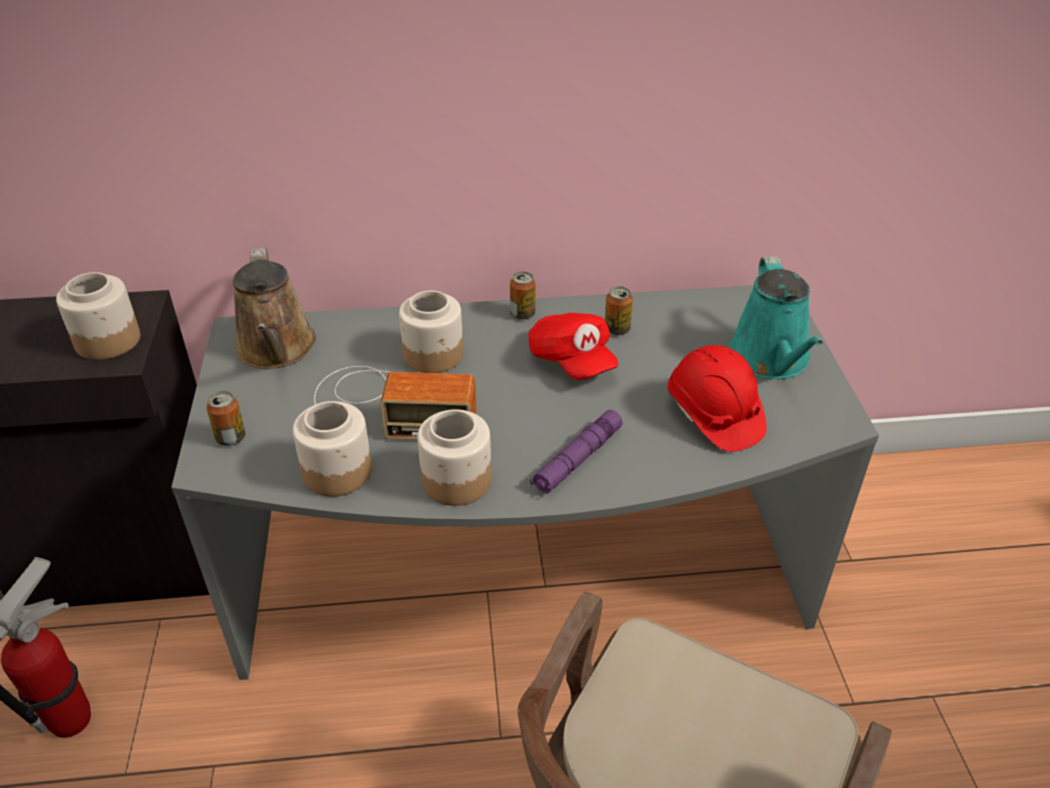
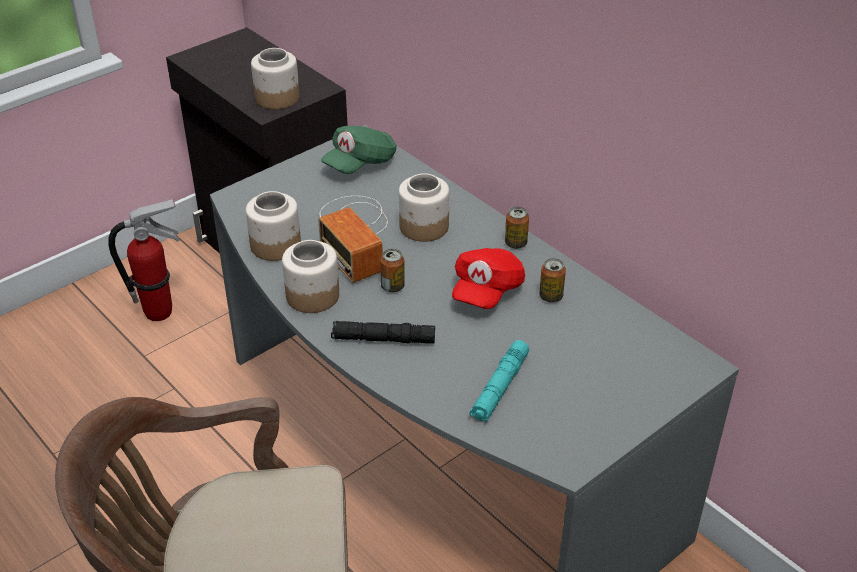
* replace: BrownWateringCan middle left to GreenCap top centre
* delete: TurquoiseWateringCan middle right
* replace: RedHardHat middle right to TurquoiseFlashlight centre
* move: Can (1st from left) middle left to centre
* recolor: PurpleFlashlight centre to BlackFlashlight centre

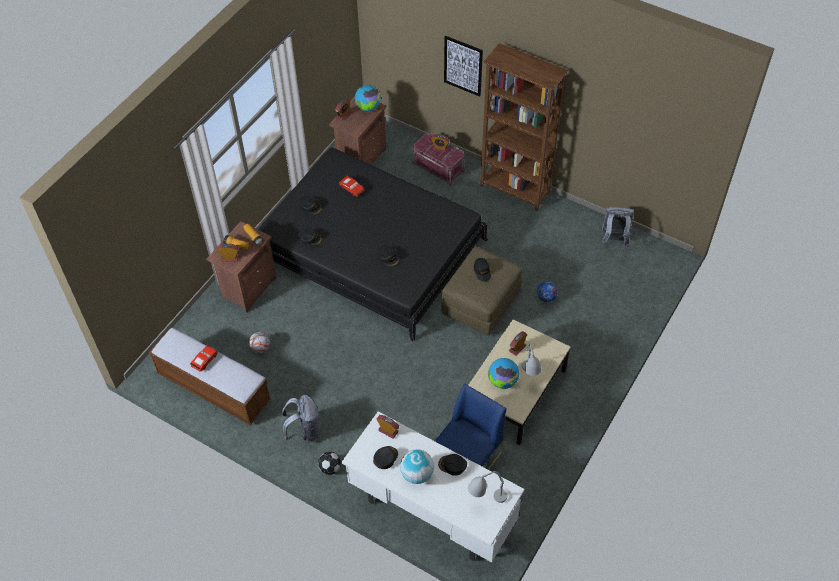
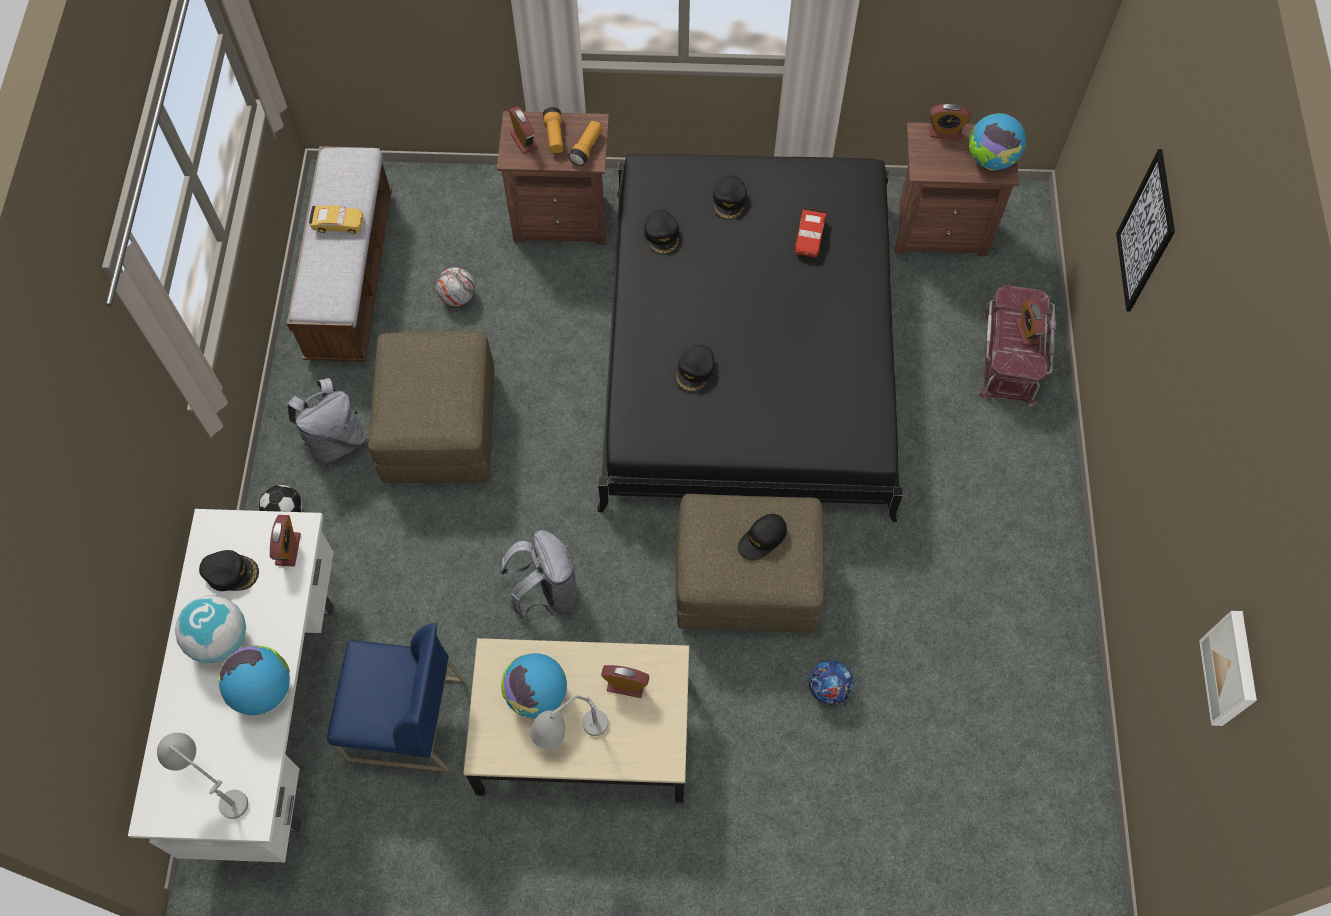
* delete: BrownBookcase top centre
* move: GreyBackpack (2nd from left) middle right to centre
* recolor: RedToyCar (1st from left) middle left to YellowToyCar top left
* replace: BlackCap (5th from left) bottom centre to Globe (2nd from left) bottom left
* insert: BrownOttoman (1st from left) middle left
* insert: Picture (2nd from left) bottom right

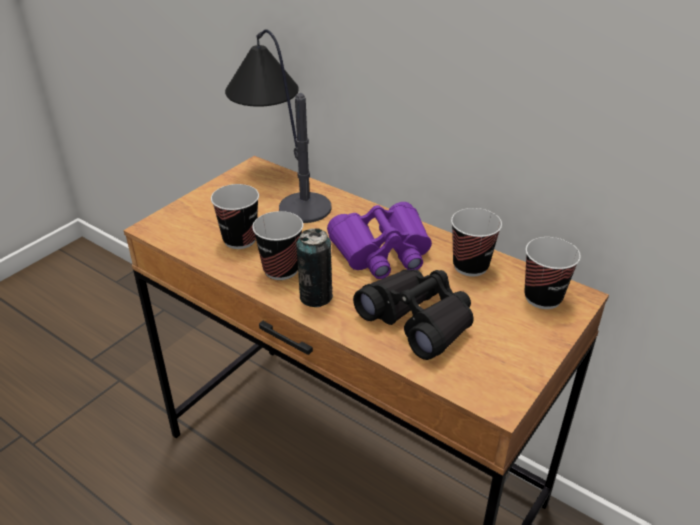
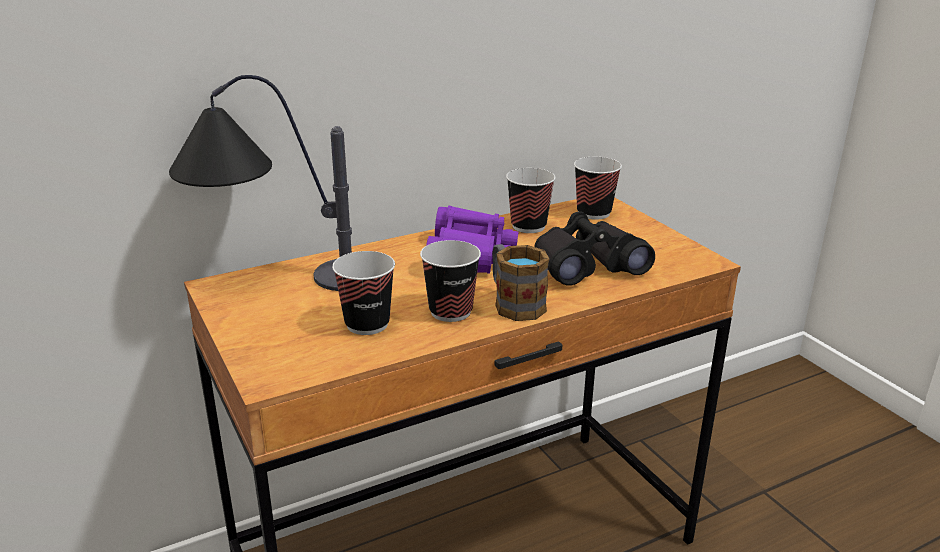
* replace: Can centre to Mug centre

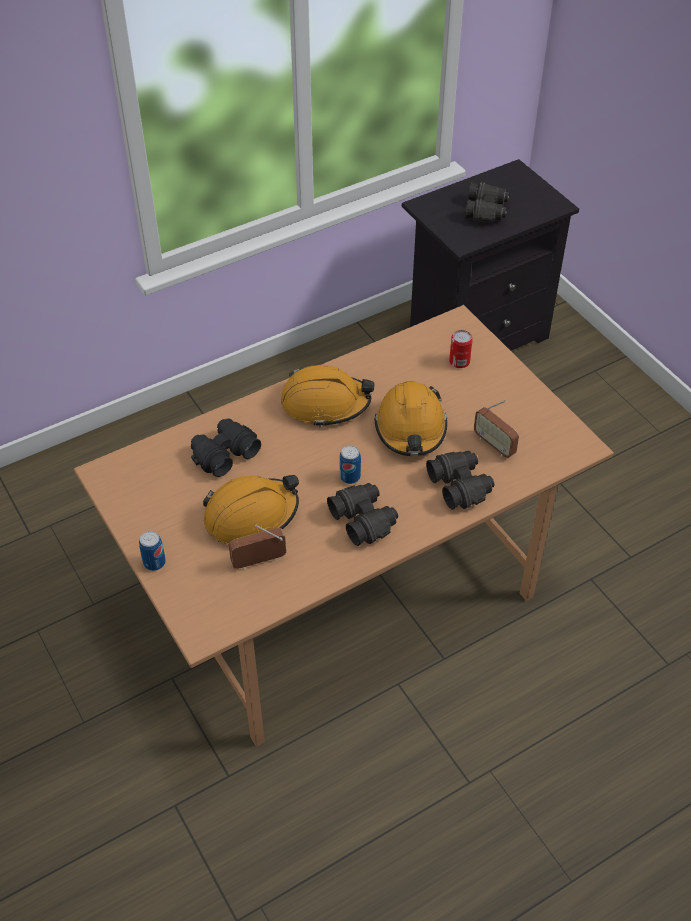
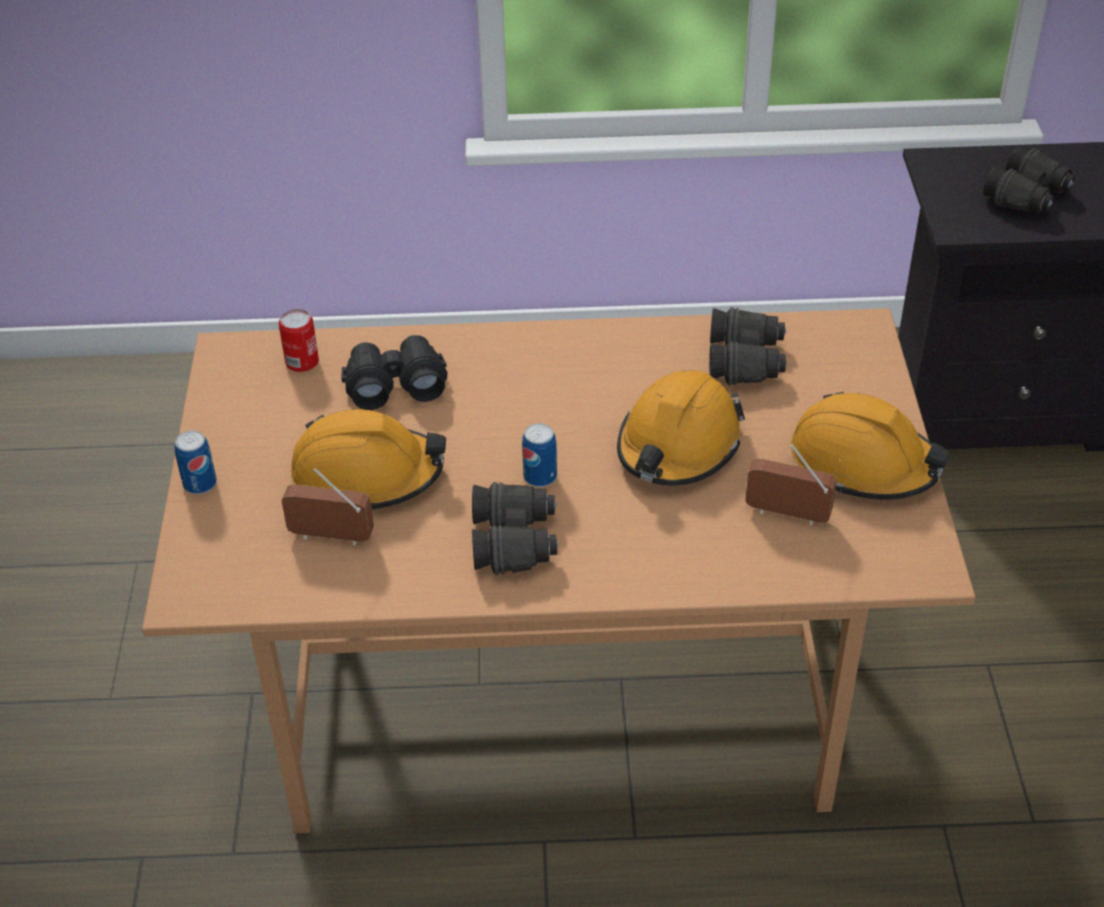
* move: Can (3rd from left in the first image) middle right to Can (2nd from left) middle left
* move: OrangeHardHat (2nd from left in the first image) centre to OrangeHardHat (3rd from left) middle right
* rotate: Radio (2nd from left) middle right = middle right 120 degrees clockwise
* move: BlackBinoculars (3rd from left) centre to middle right

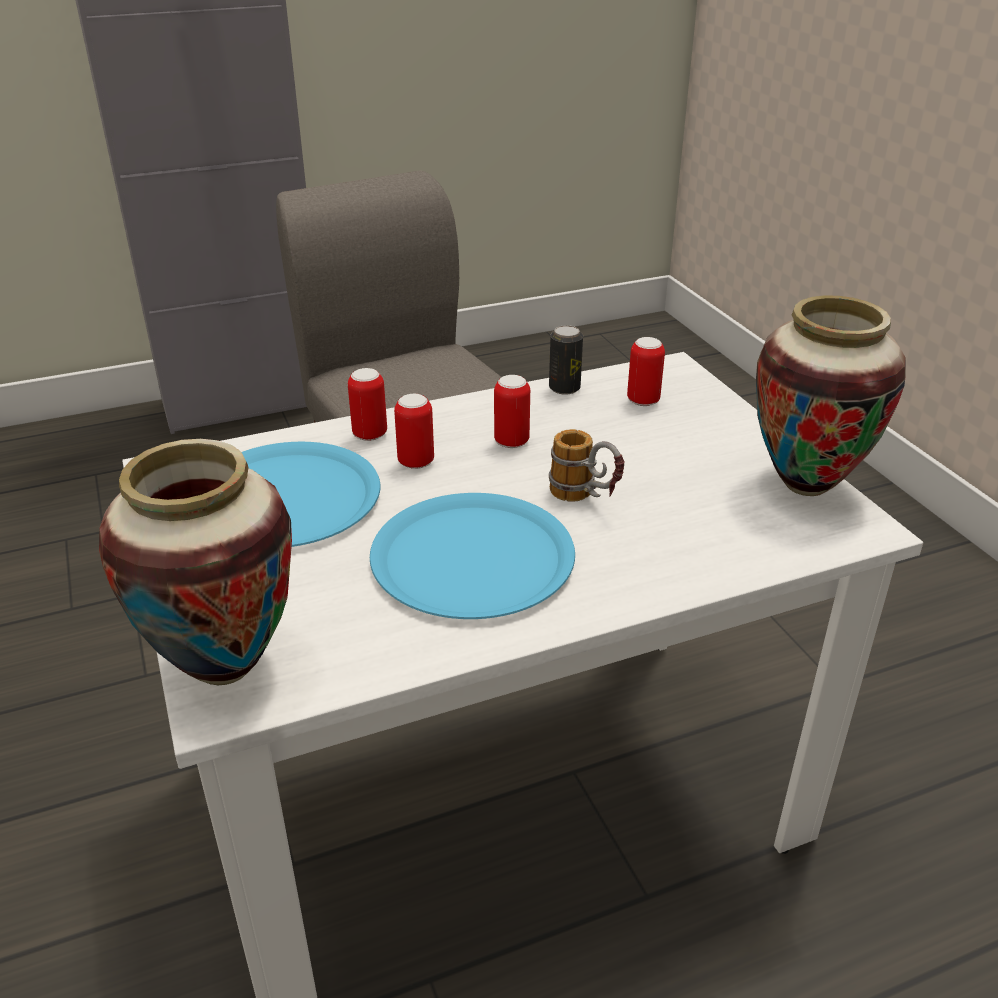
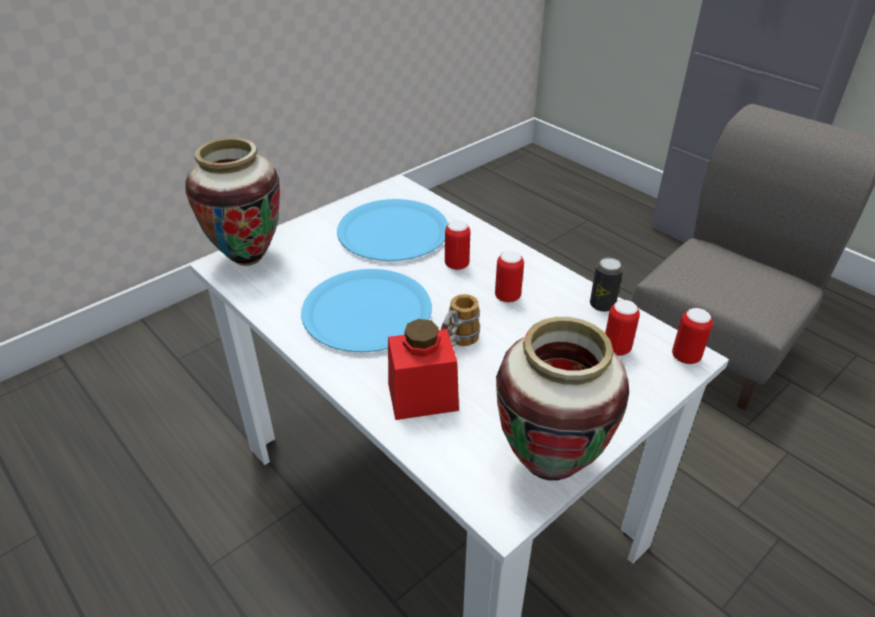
* move: Can (1st from left in the first image) centre to Can (5th from left) middle right
* insert: RedJar centre

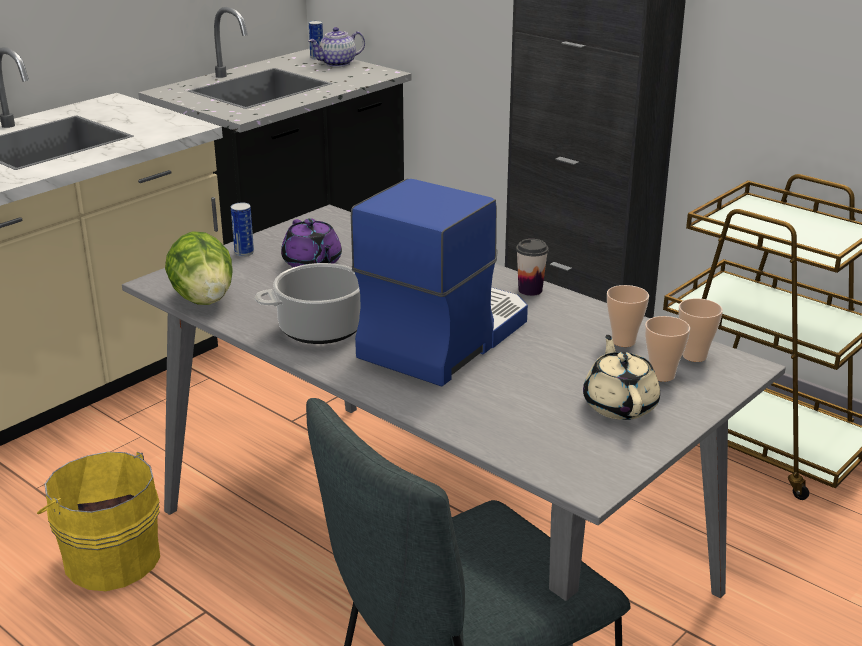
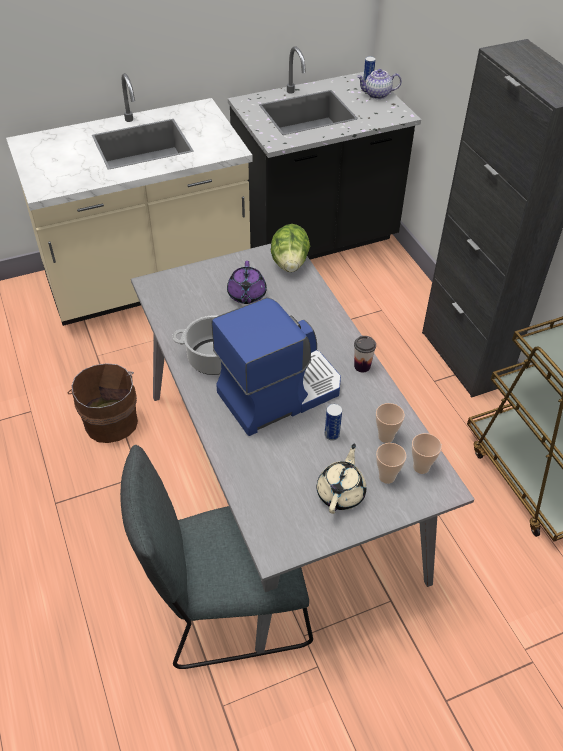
* move: Can (1st from left) middle left to centre
* move: Lettuce middle left to top centre
* recolor: YellowBucket bottom left to BrownBucket middle left

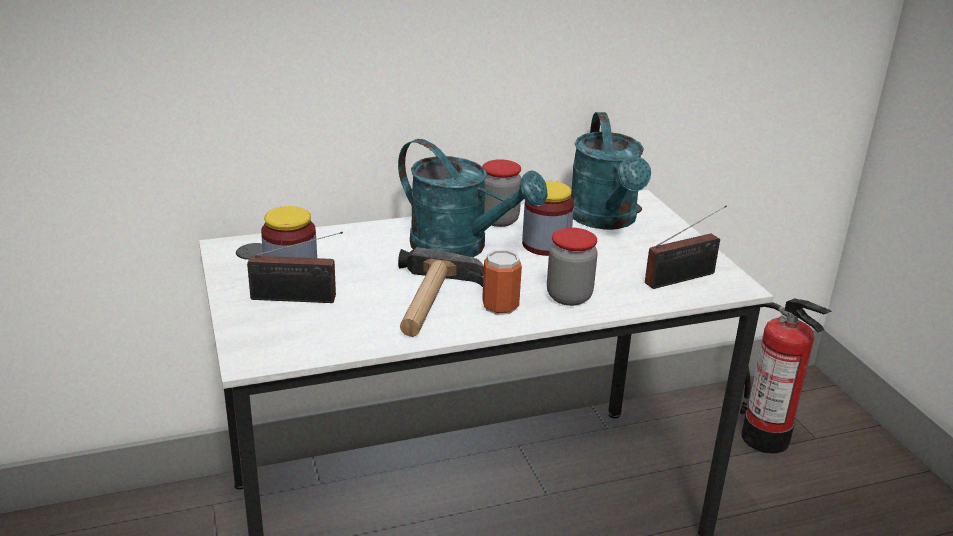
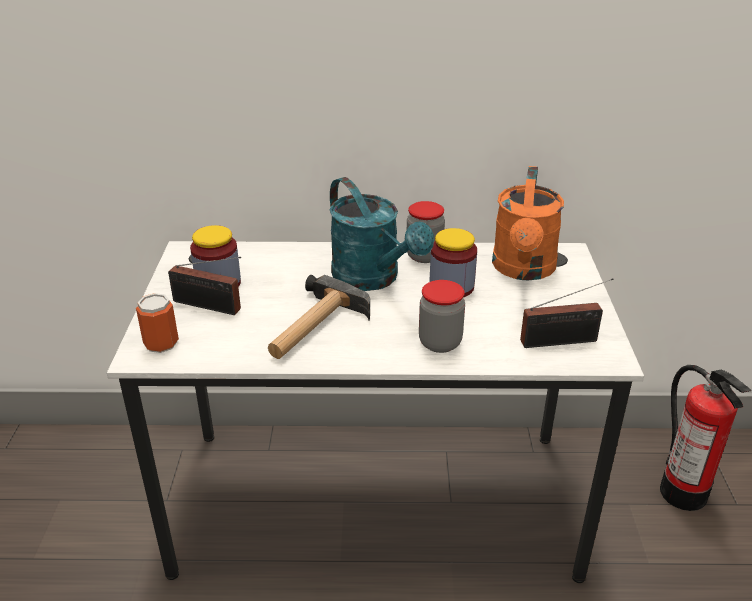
* recolor: TurquoiseWateringCan (2nd from left) top centre to OrangeWateringCan middle right
* move: Can centre to middle left

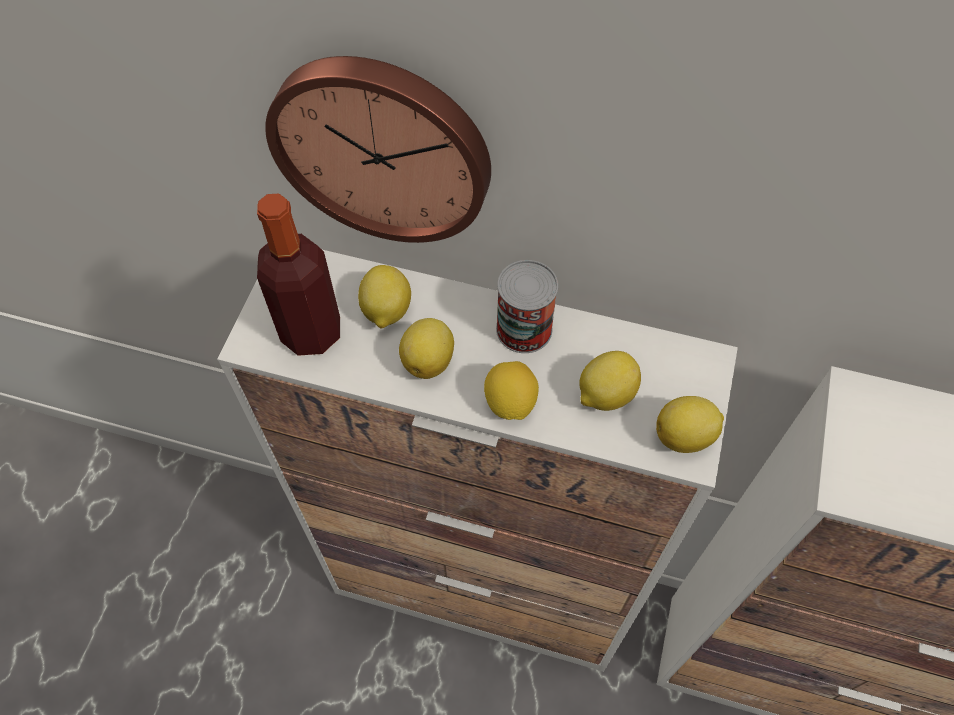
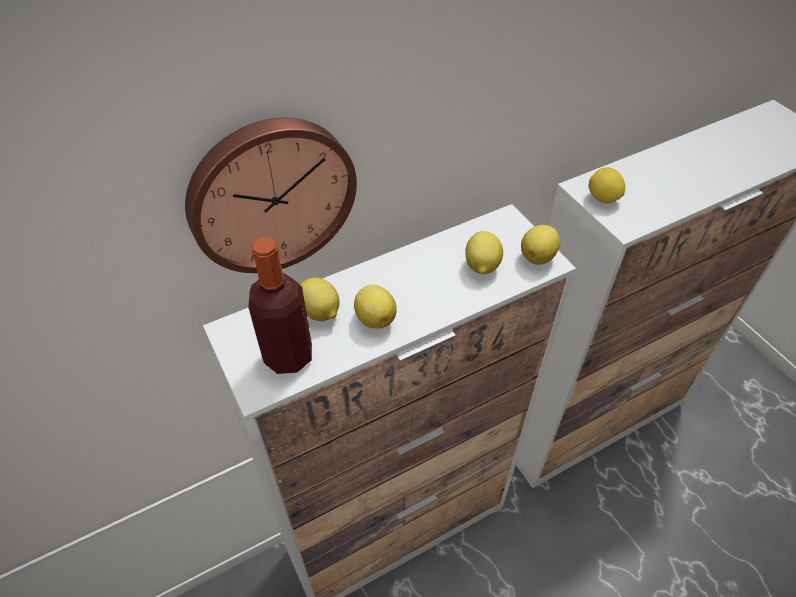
* delete: Can centre
* move: Lemon (3rd from left in the first image) centre to Lemon (5th from left) top right

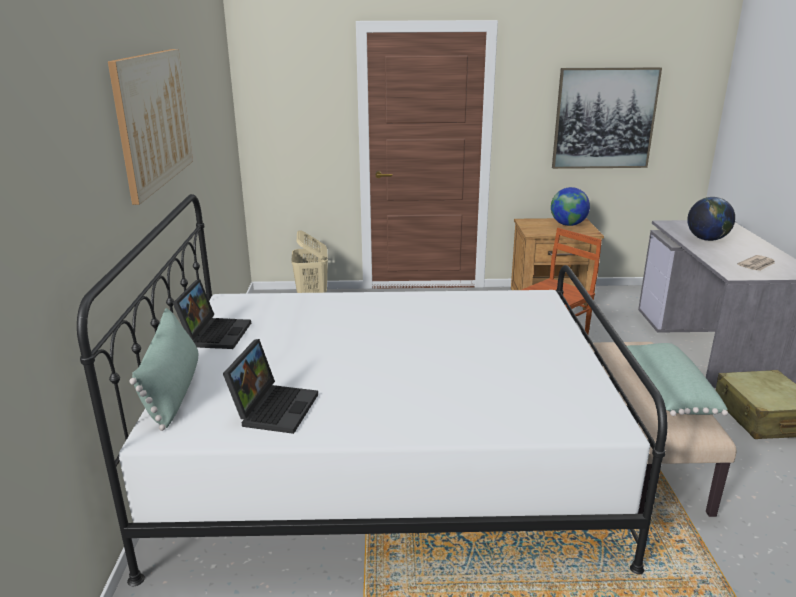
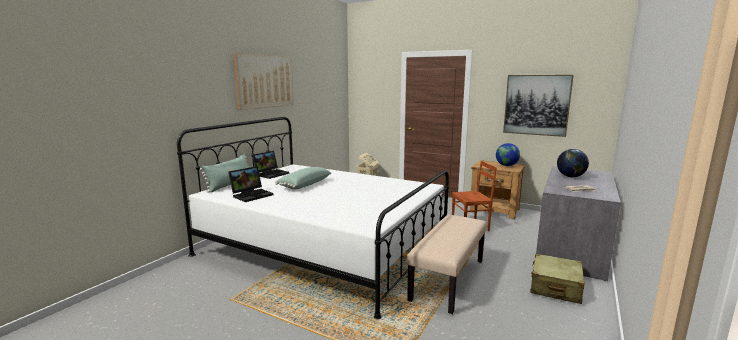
* move: GreenPillow (2nd from left) middle right to centre

